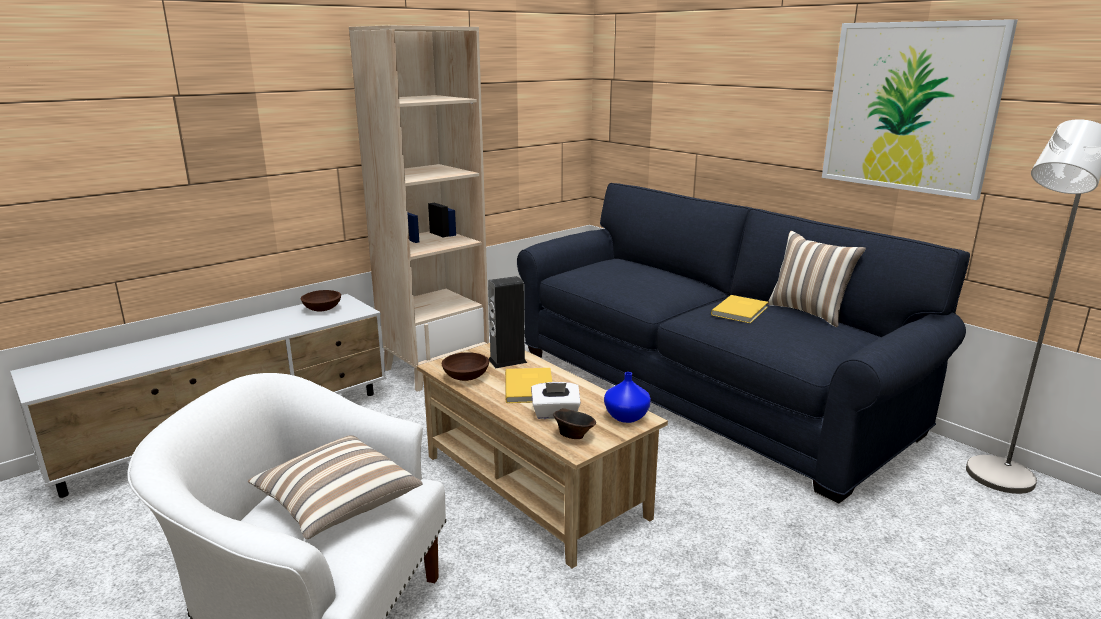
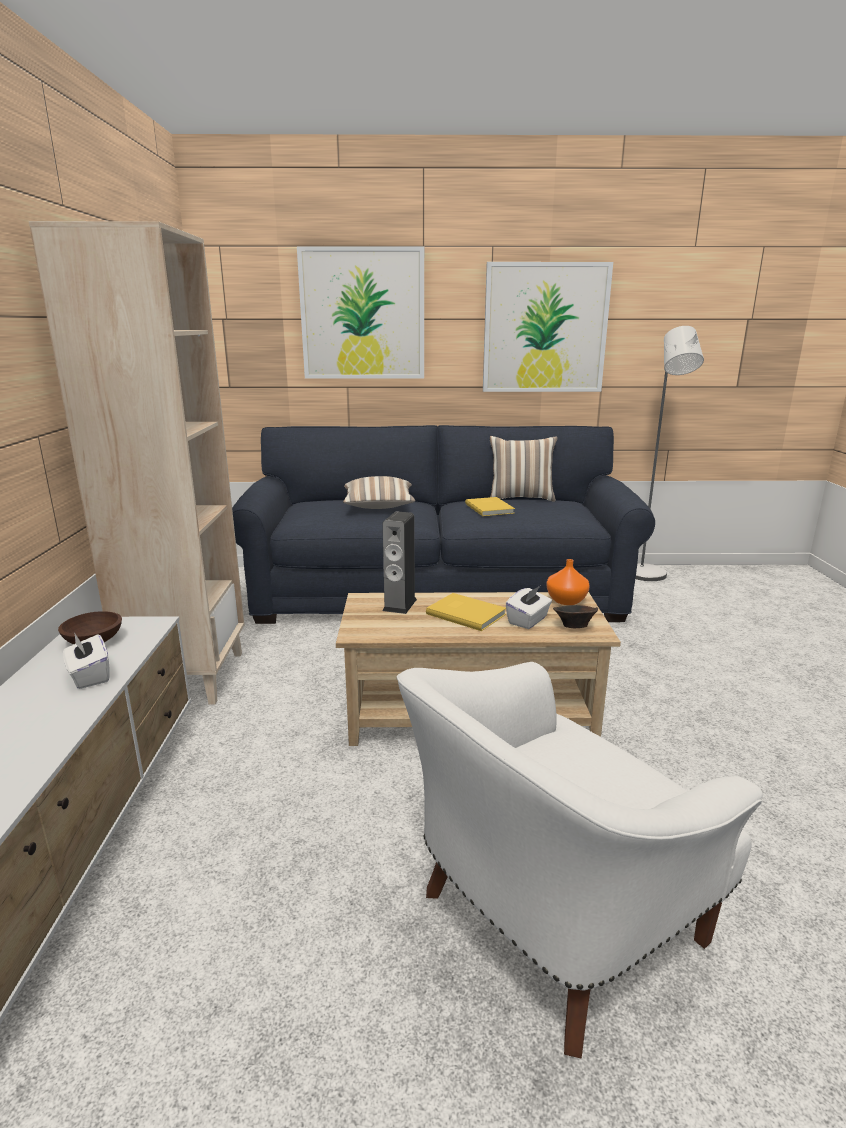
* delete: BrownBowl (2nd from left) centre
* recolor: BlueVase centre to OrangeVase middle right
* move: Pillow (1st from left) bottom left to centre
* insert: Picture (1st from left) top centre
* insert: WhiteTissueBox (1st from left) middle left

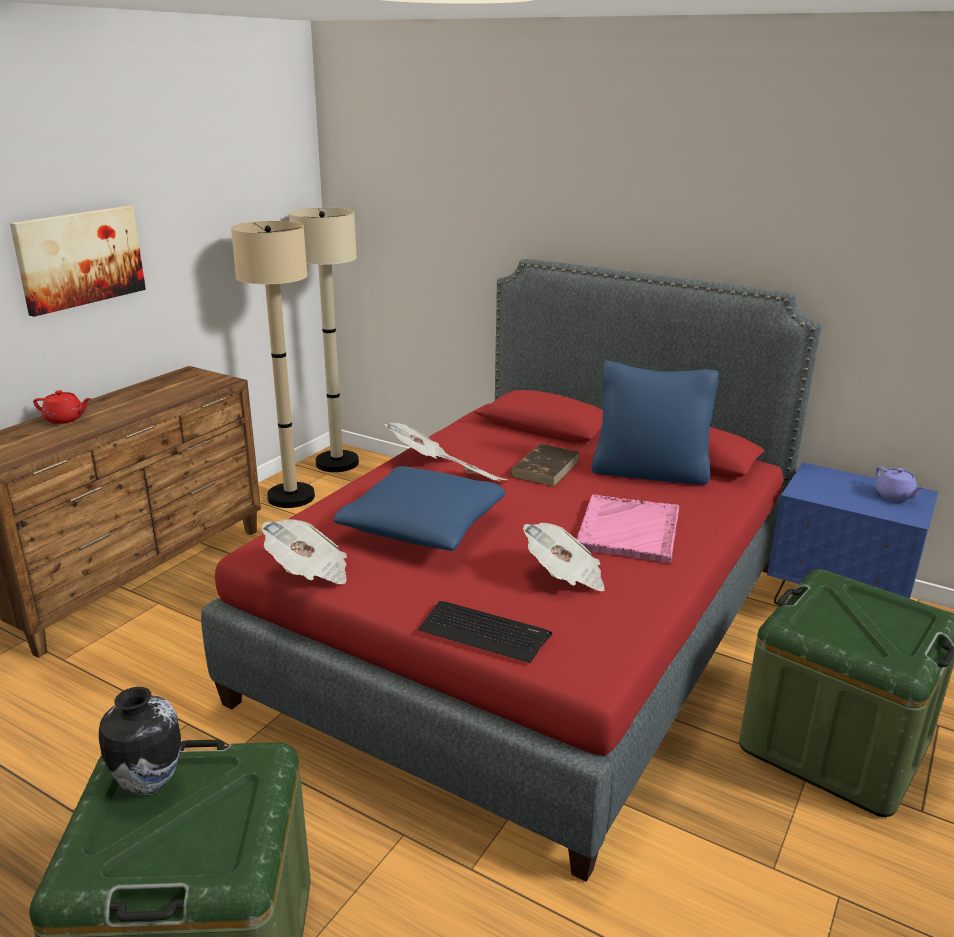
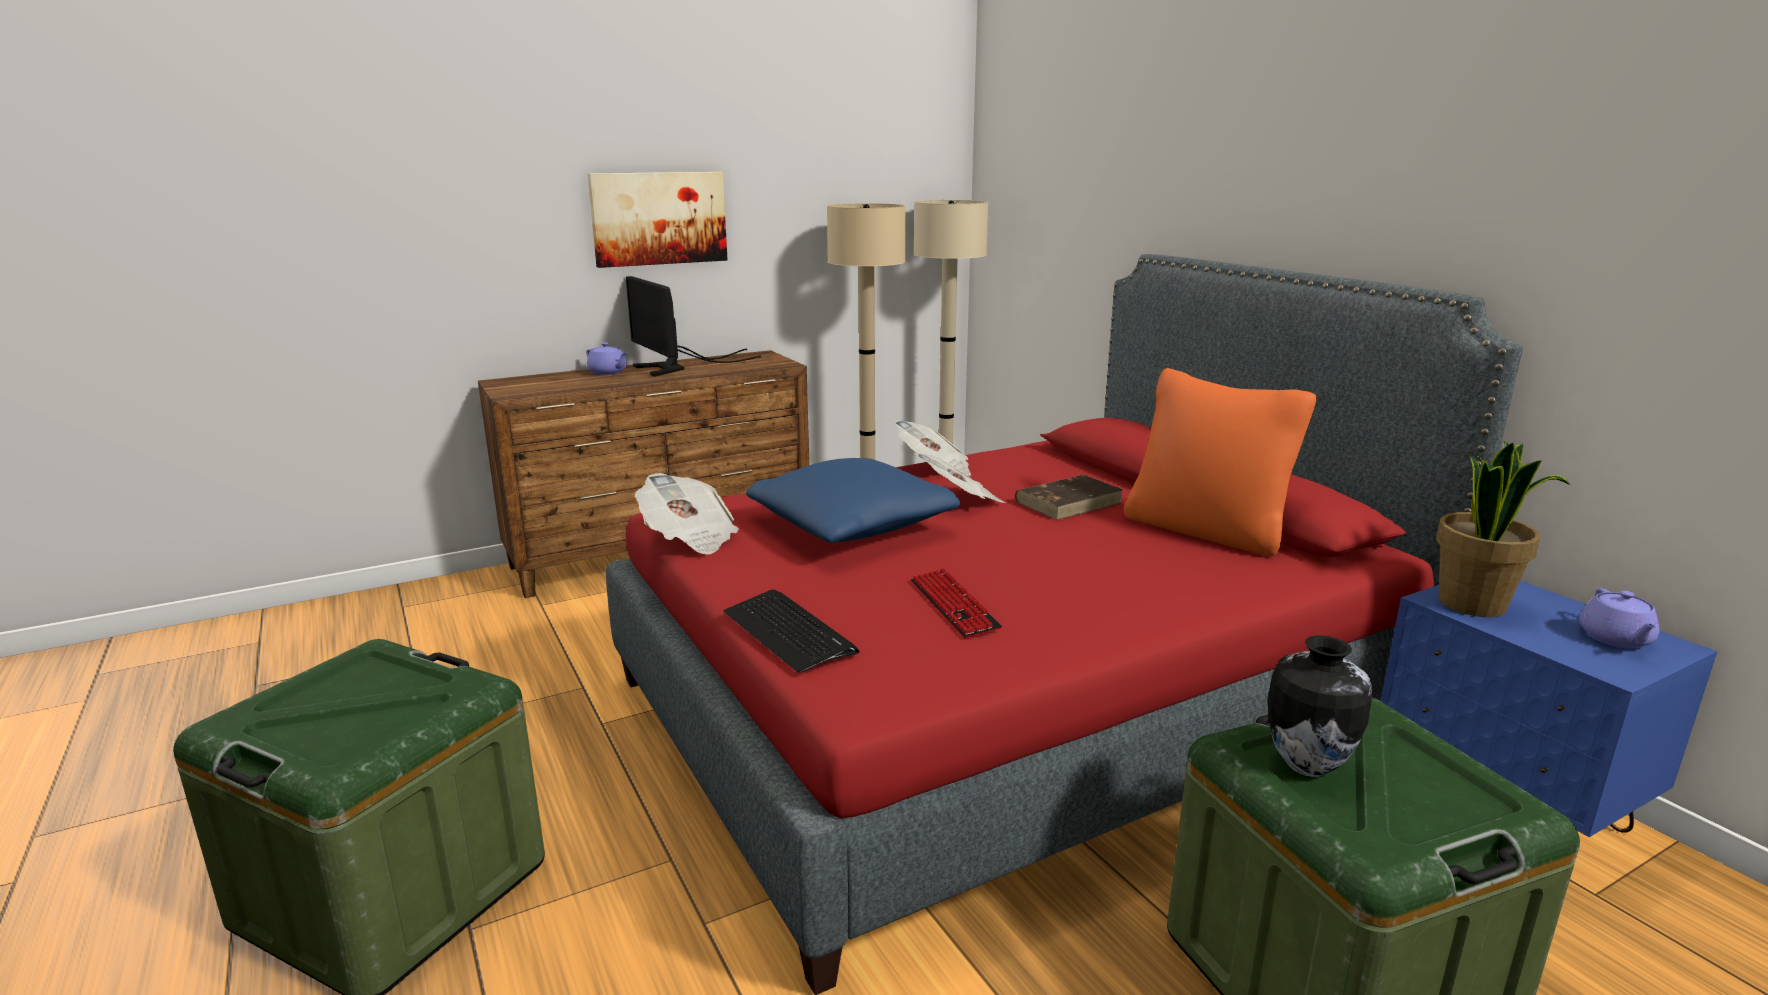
* recolor: BluePillow (2nd from left) middle right to OrangePillow middle right
* recolor: RedTeapot middle left to PurpleTeapot (1st from left) centre
* delete: PinkTray centre
* replace: Newspaper (4th from left) centre to Keyboard (2nd from left) centre
* move: Vase bottom left to bottom right
* insert: Monitor top centre
* insert: PottedPlant middle right

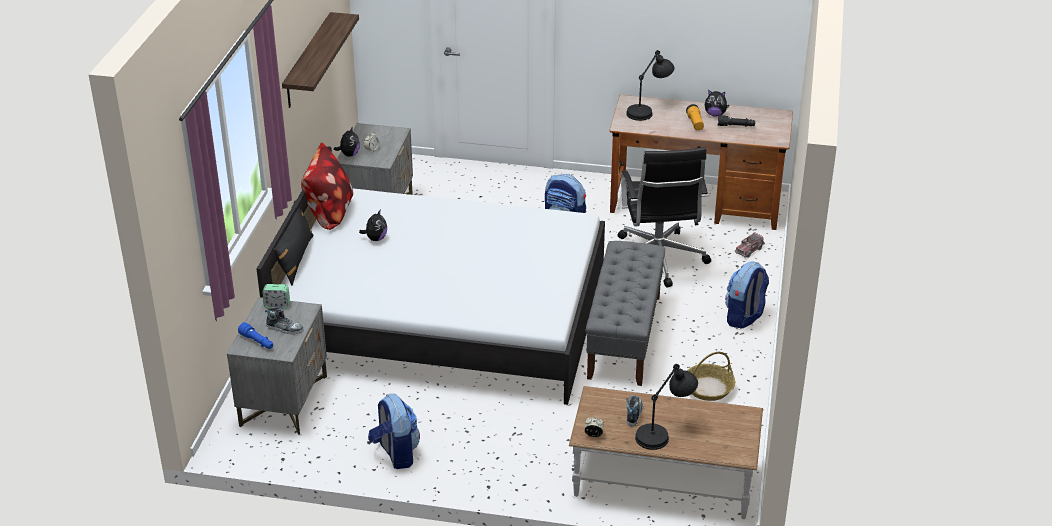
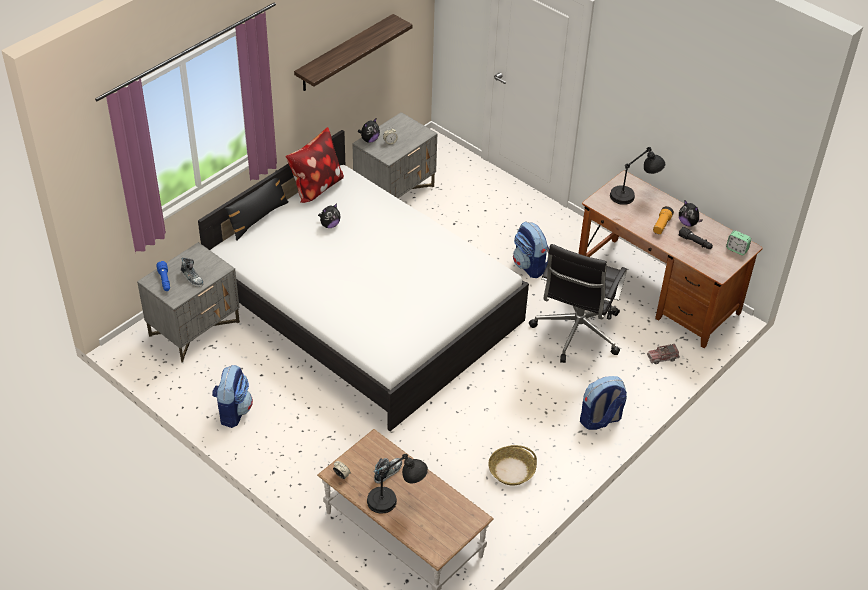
* delete: GreyBench centre
* move: AlarmClock (1st from left in the first image) middle left to AlarmClock (3rd from left) middle right

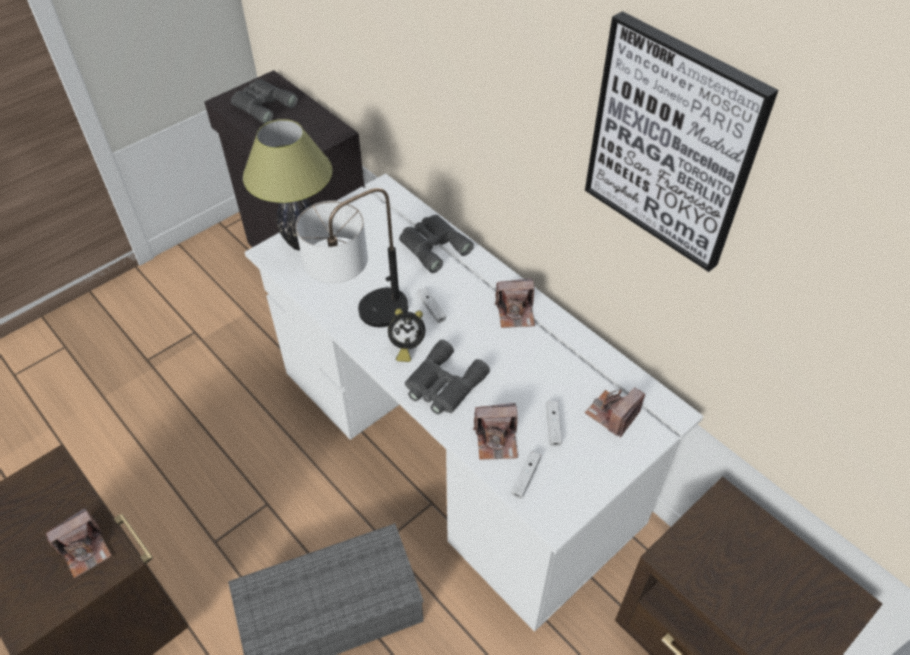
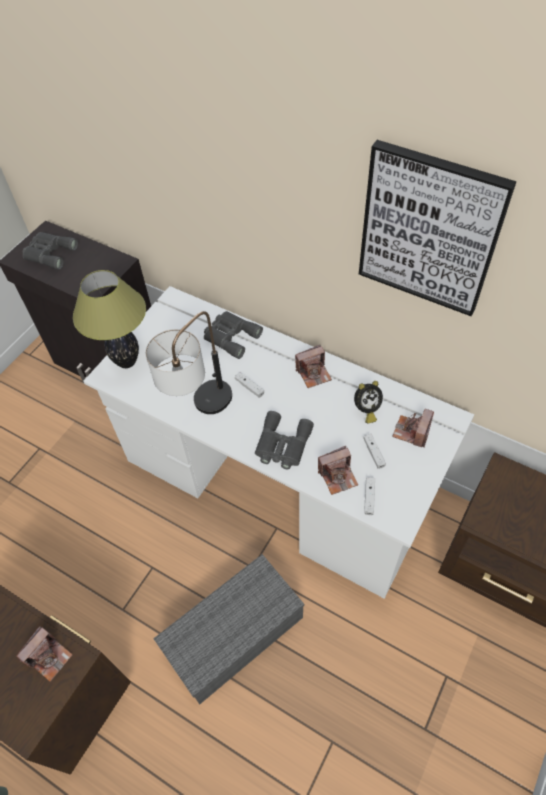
* move: AlarmClock centre to middle right

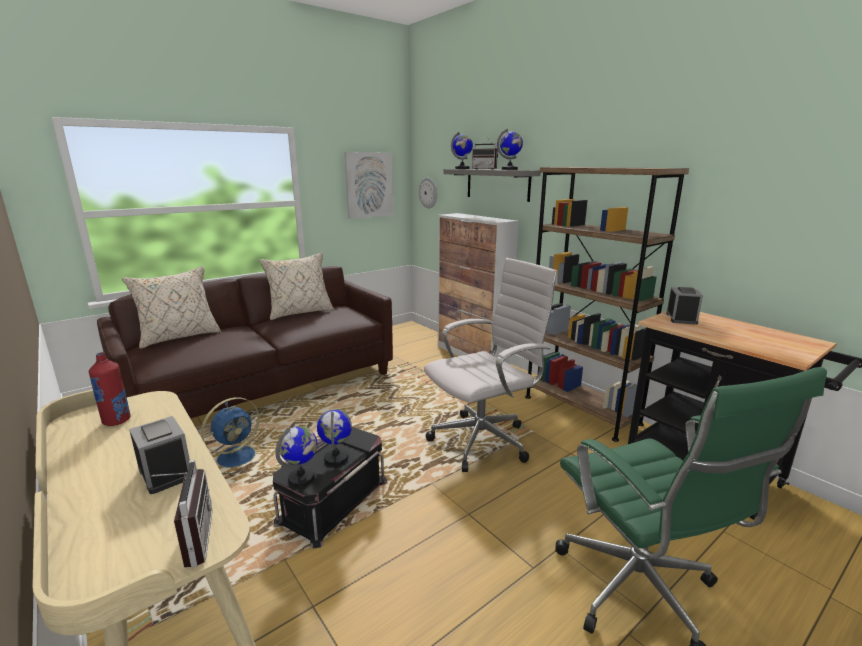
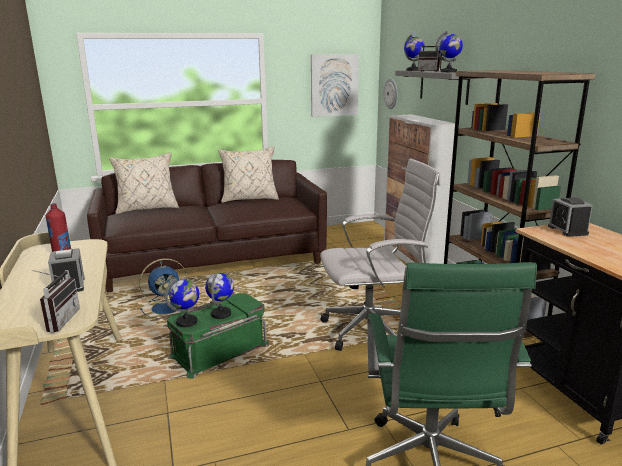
* rotate: AlarmClock (2nd from left) middle right = middle right 135 degrees clockwise
* recolor: BlackStorageBox bottom centre to GreenStorageBox bottom centre

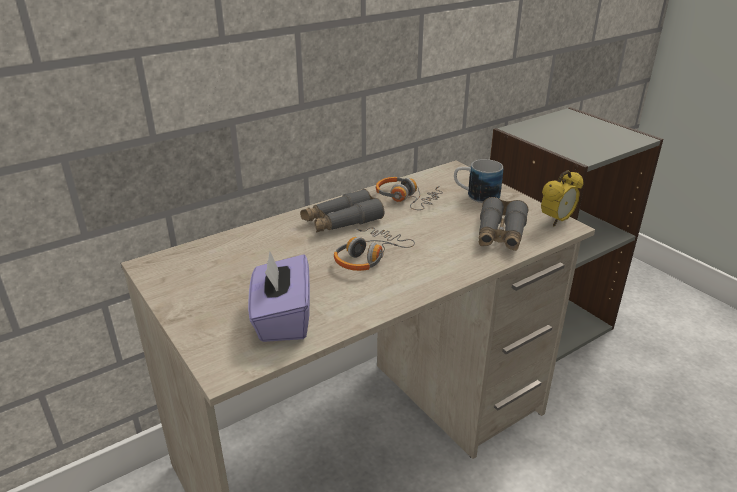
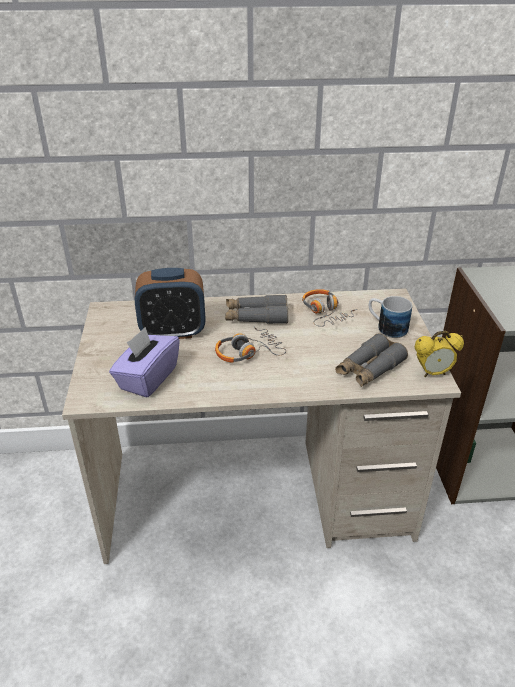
* insert: AlarmClock (1st from left) middle left

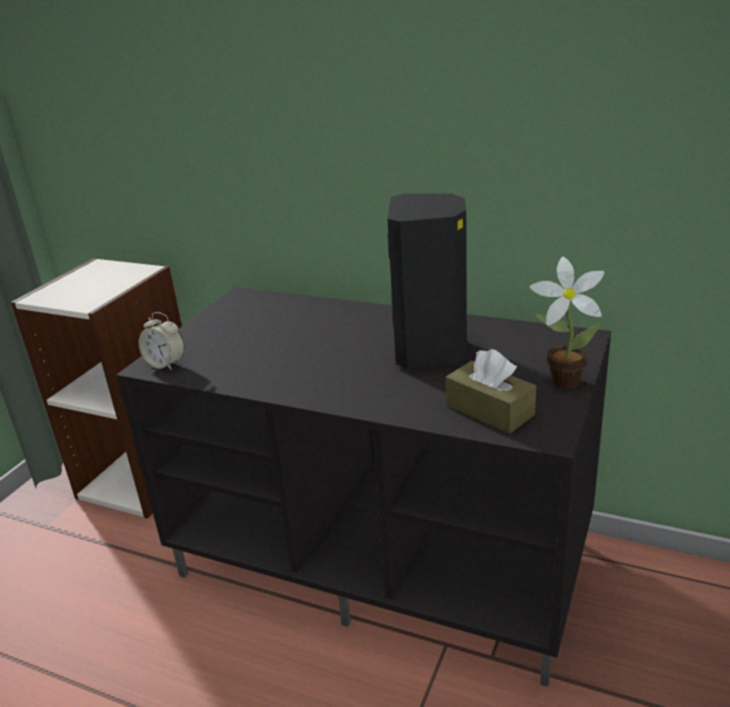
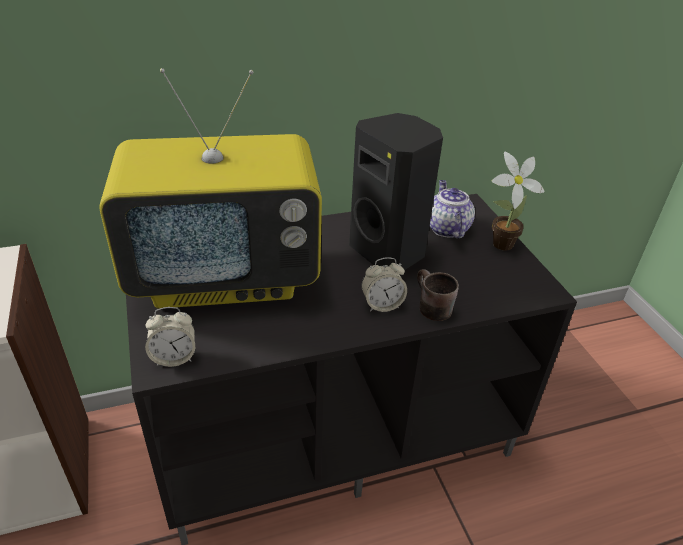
* delete: BrownTissueBox middle right
* insert: Television middle left
* insert: Teapot centre
* insert: AlarmClock (2nd from left) centre
* insert: BrownMug centre

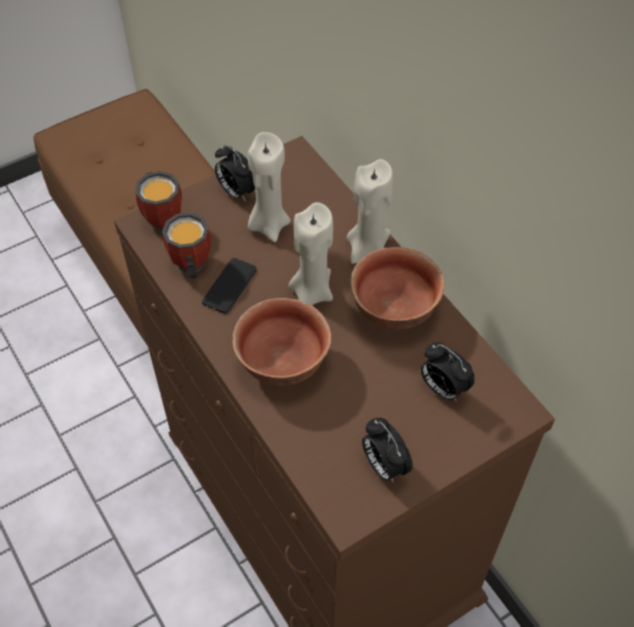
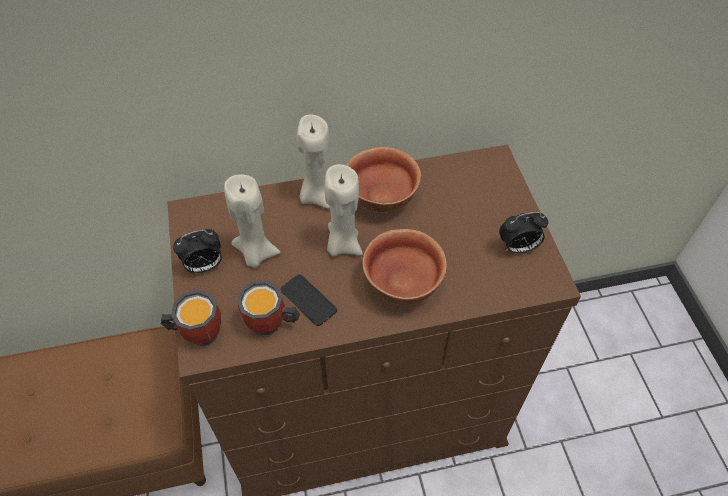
* delete: AlarmClock (3rd from left) middle right

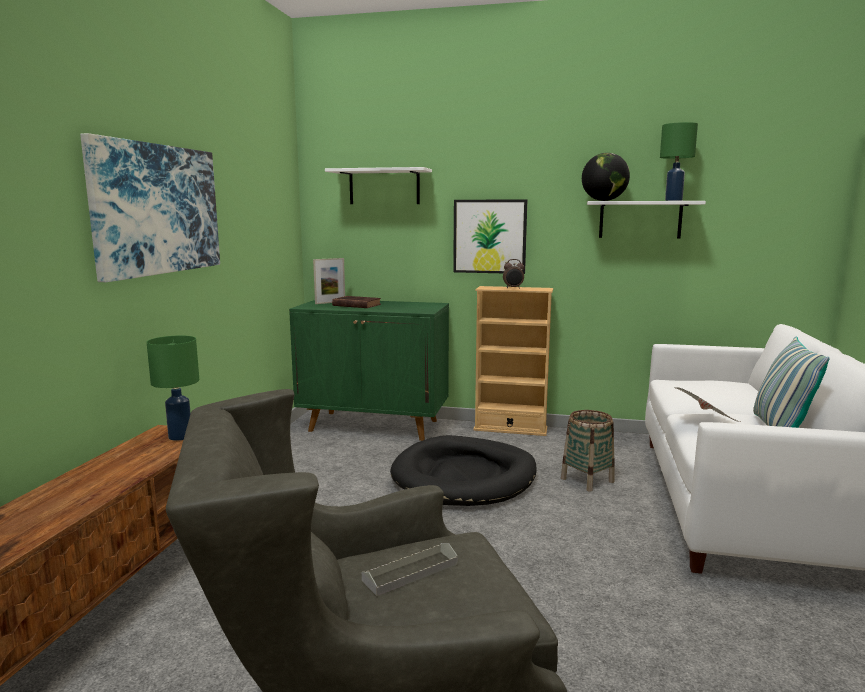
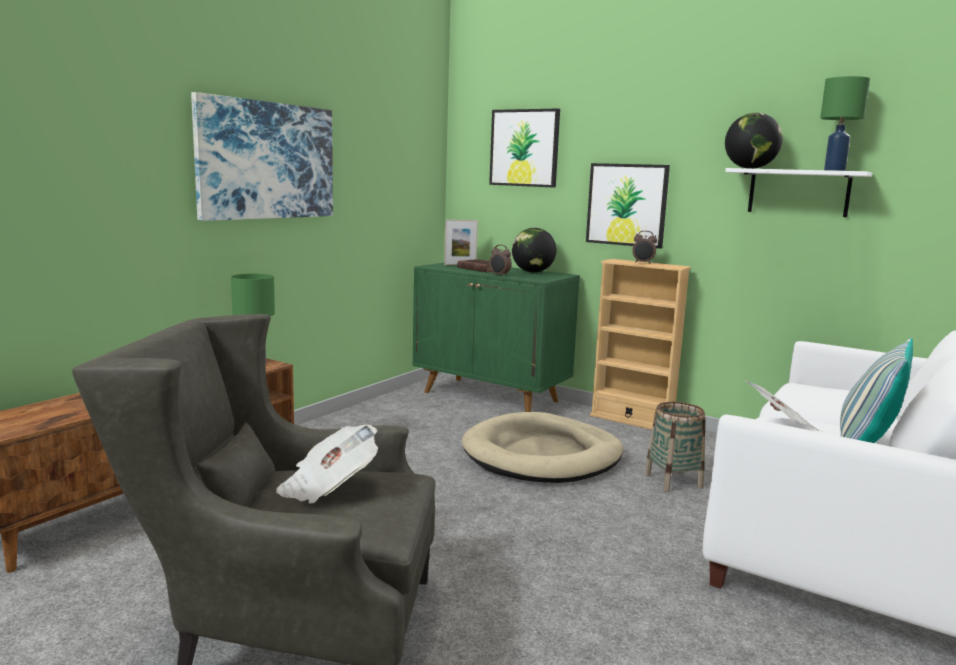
* replace: WhiteShelf (1st from left) top centre to Picture (2nd from left) top centre
* recolor: BlackDogBed bottom centre to BeigeDogBed bottom centre
* replace: GreyTray bottom centre to Newspaper (1st from left) bottom centre
* insert: Globe (1st from left) centre
* insert: AlarmClock (1st from left) centre

